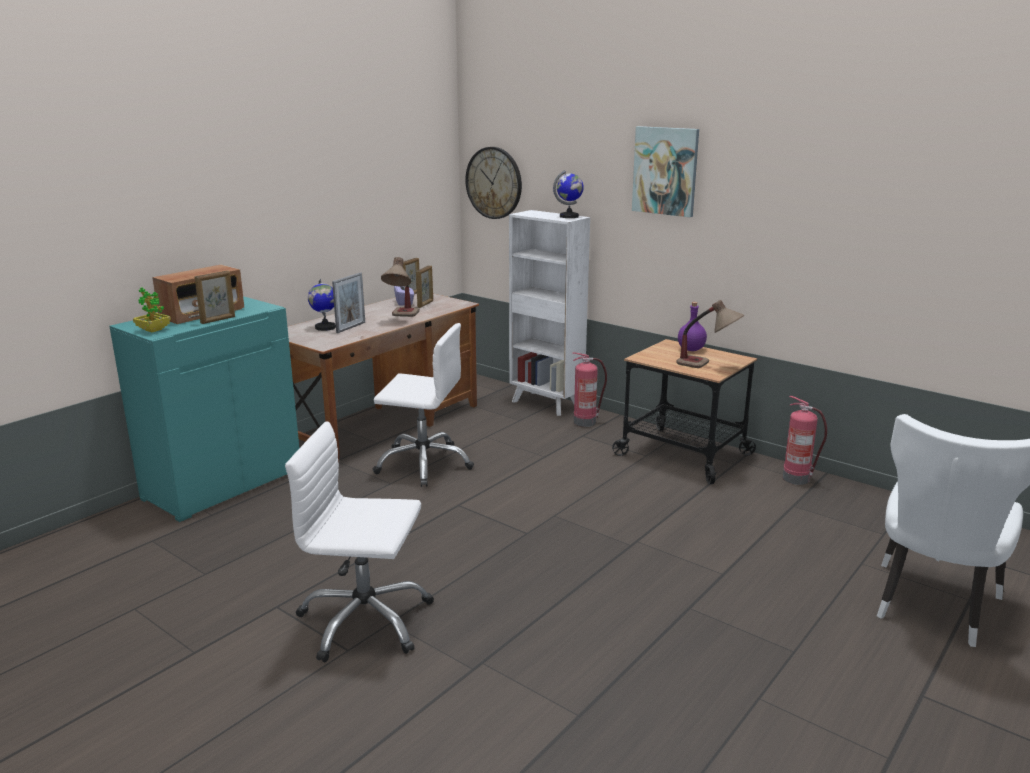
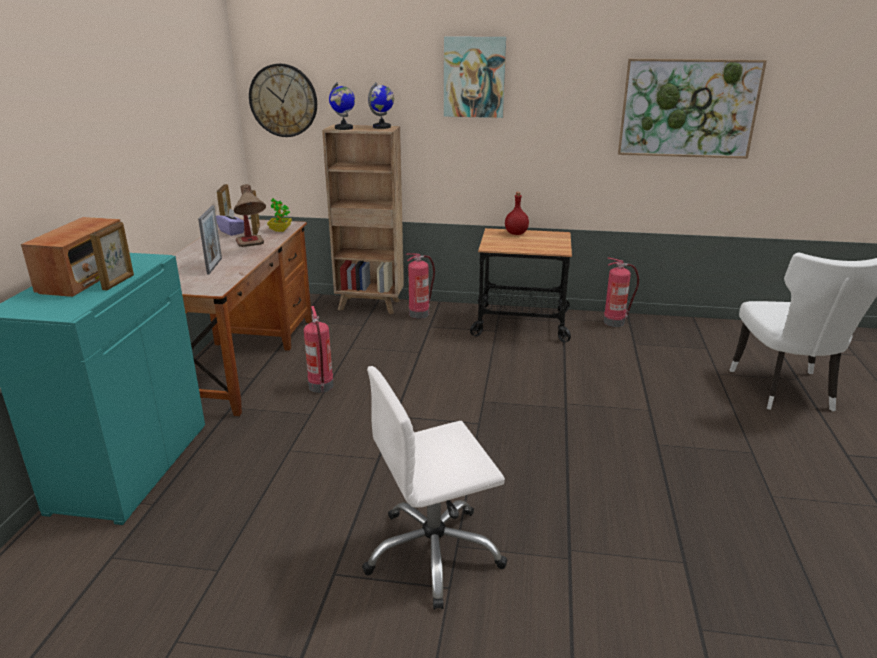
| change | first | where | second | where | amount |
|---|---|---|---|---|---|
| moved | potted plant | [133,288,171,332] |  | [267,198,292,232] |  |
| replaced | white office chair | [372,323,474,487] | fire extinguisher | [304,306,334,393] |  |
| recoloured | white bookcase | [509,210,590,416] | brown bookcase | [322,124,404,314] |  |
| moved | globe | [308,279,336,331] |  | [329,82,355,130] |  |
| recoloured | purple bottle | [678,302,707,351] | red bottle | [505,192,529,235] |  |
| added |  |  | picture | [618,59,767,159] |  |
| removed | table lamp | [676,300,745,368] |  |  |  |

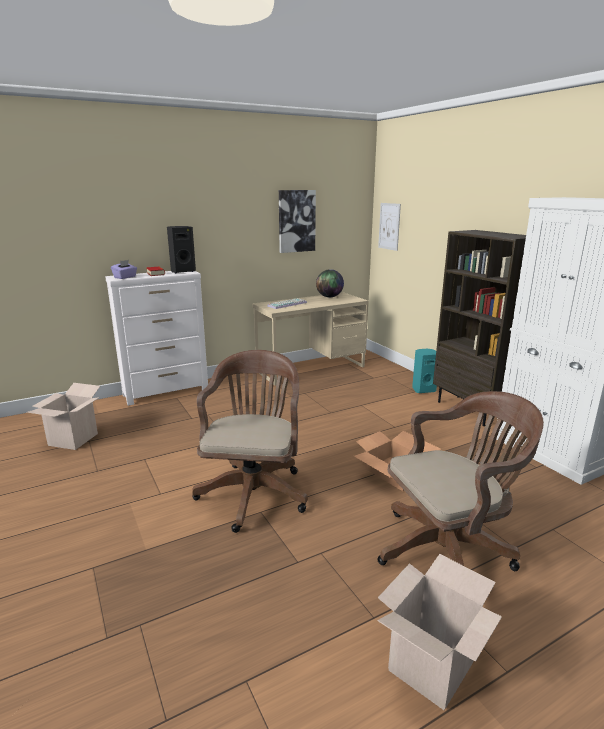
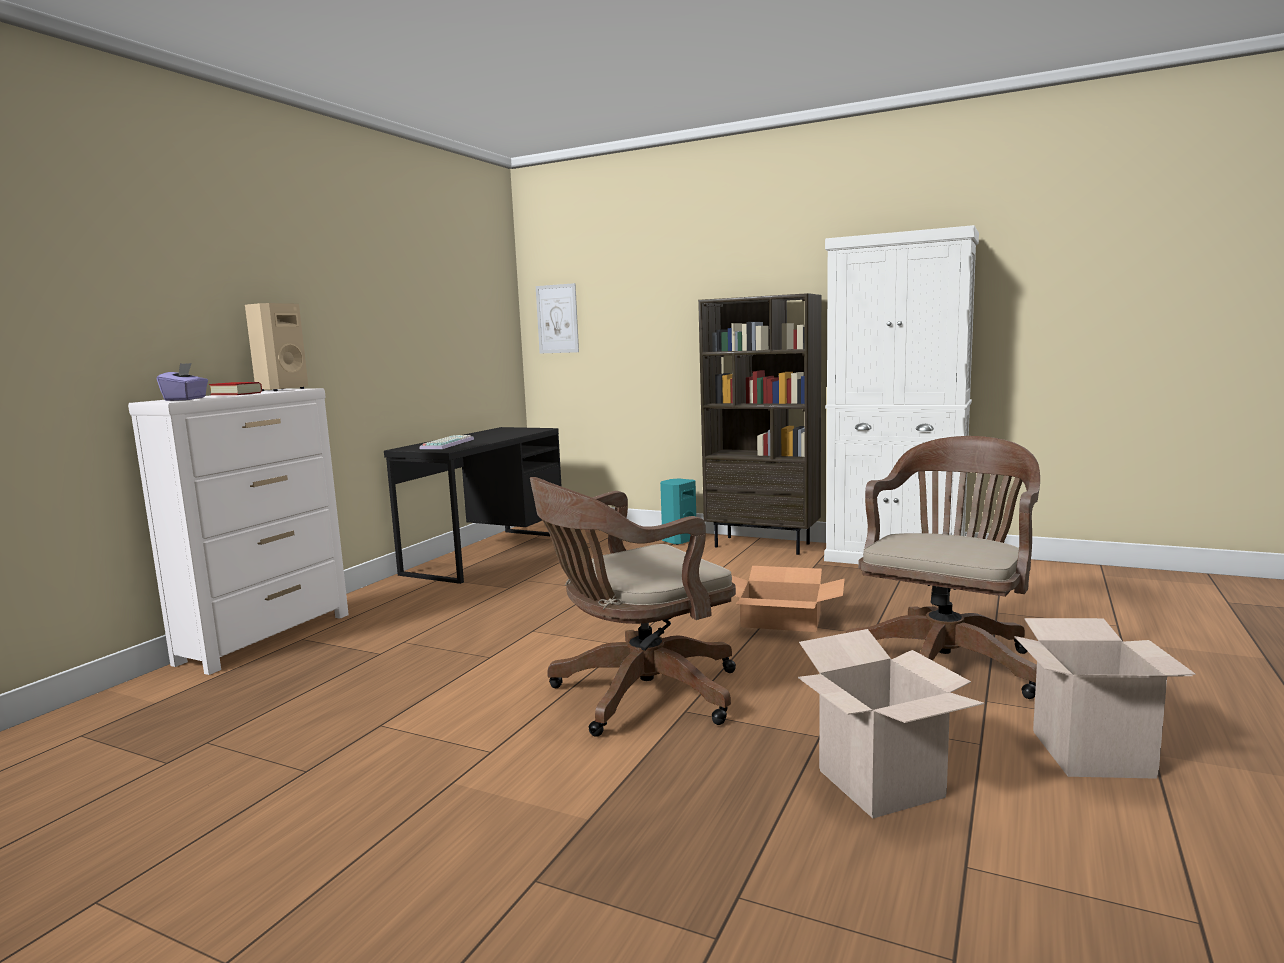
| change | first | where | second | where | amount |
|---|---|---|---|---|---|
| recoloured | black speaker | [167,226,196,273] | beige speaker | [245,303,308,391] |  |
| recoloured | beige desk | [252,293,368,386] | black desk | [384,427,562,584] |  |
| turned | brown office chair | [192,350,308,533] |  | [530,477,736,737] | 90 degrees counterclockwise |
| moved | cardboard box | [27,383,100,450] |  | [798,629,984,818] |  |
| removed | picture | [279,190,316,253] |  |  |  |
| removed | globe | [316,269,344,298] |  |  |  |

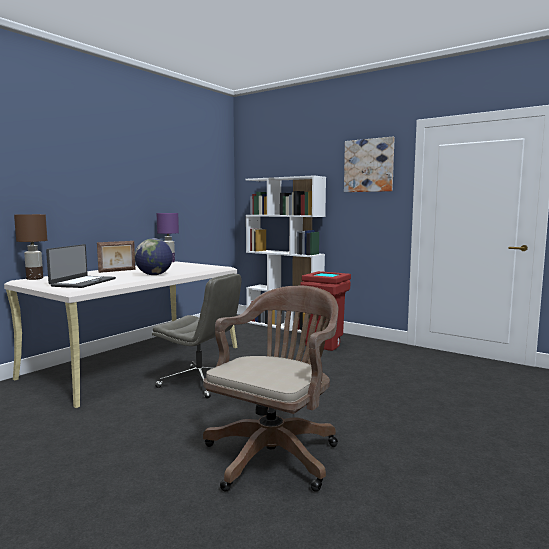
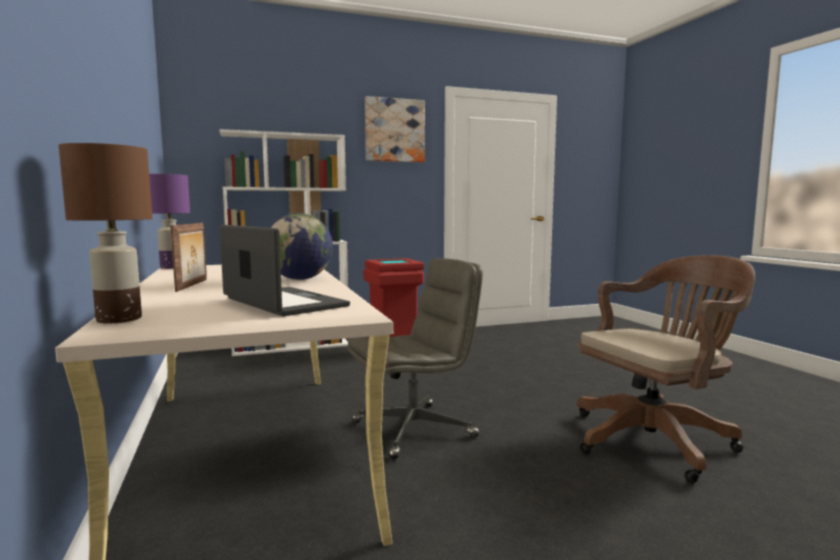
| change | first | where | second | where | amount |
|---|---|---|---|---|---|
| turned | brown office chair | [203,285,338,492] |  | [577,255,755,483] | 90 degrees clockwise |

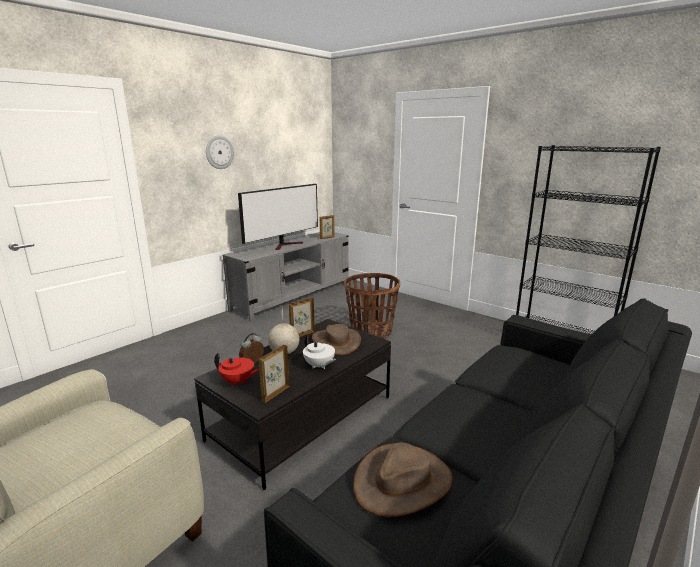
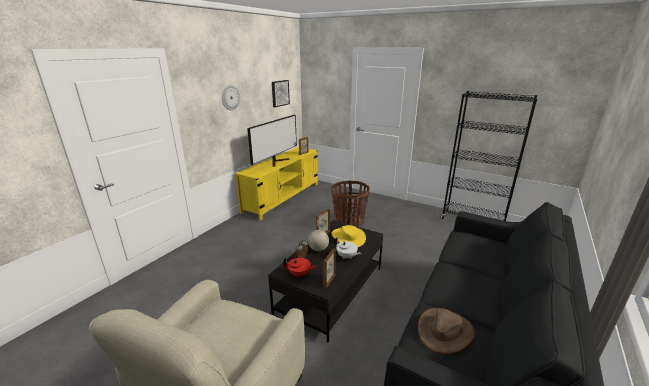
| change | first | where | second | where | amount |
|---|---|---|---|---|---|
| recoloured | grey tv stand | [222,232,348,321] | yellow tv stand | [235,147,318,221] |  |
| added |  |  | picture | [272,80,290,107] |  |
| recoloured | brown hat | [312,324,361,355] | yellow hat | [331,225,366,247] |  |

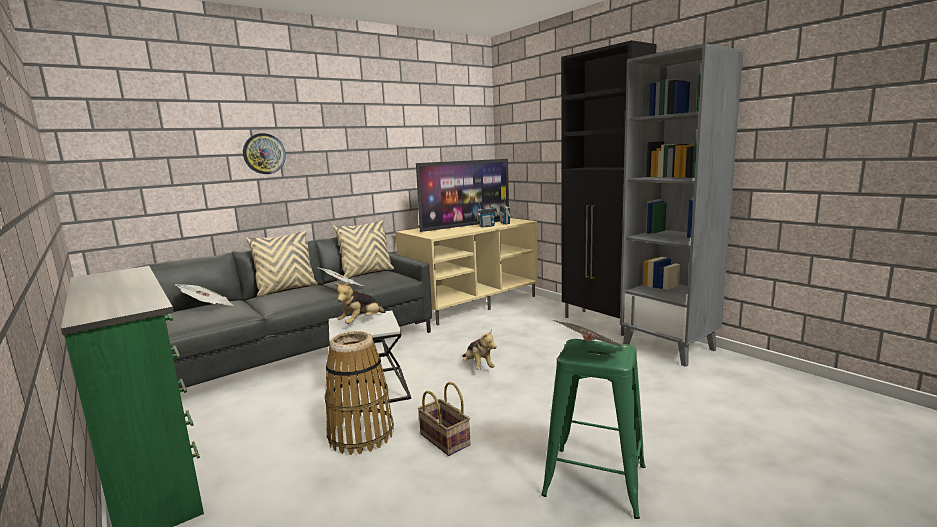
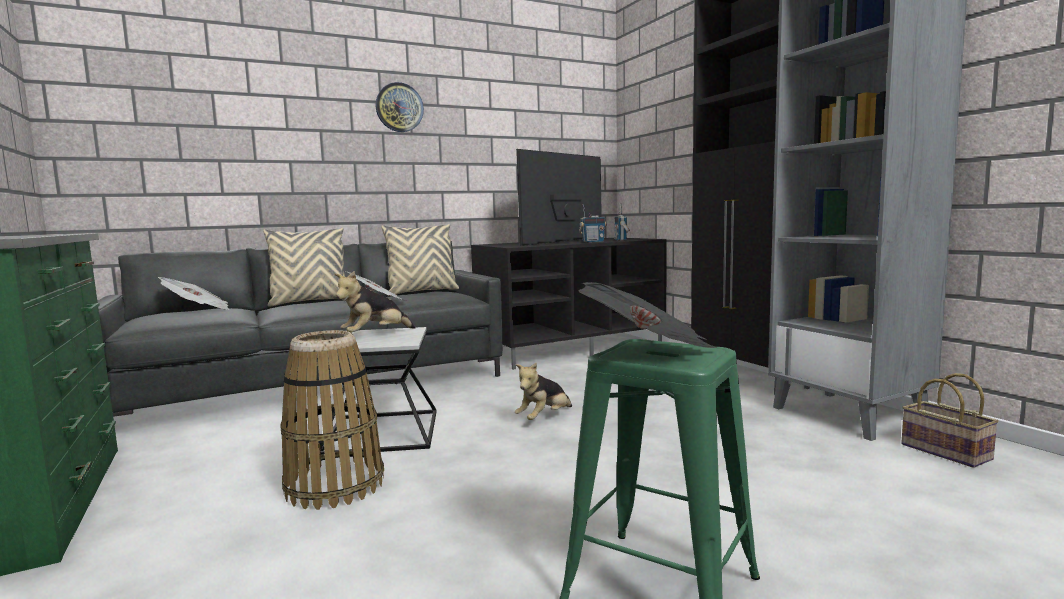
| change | first | where | second | where | amount |
|---|---|---|---|---|---|
| moved | wall clock | [243,133,286,174] |  | [376,82,424,132] |  |
| recoloured | beige tv stand | [395,218,538,326] | black tv stand | [471,238,667,370] |  |
| turned | plush toy | [463,329,497,370] |  | [515,363,572,420] | 60 degrees clockwise |
| turned | television | [416,159,509,232] |  | [516,149,602,246] | 150 degrees clockwise |
| moved | basket | [418,382,470,456] |  | [901,373,999,468] |  |

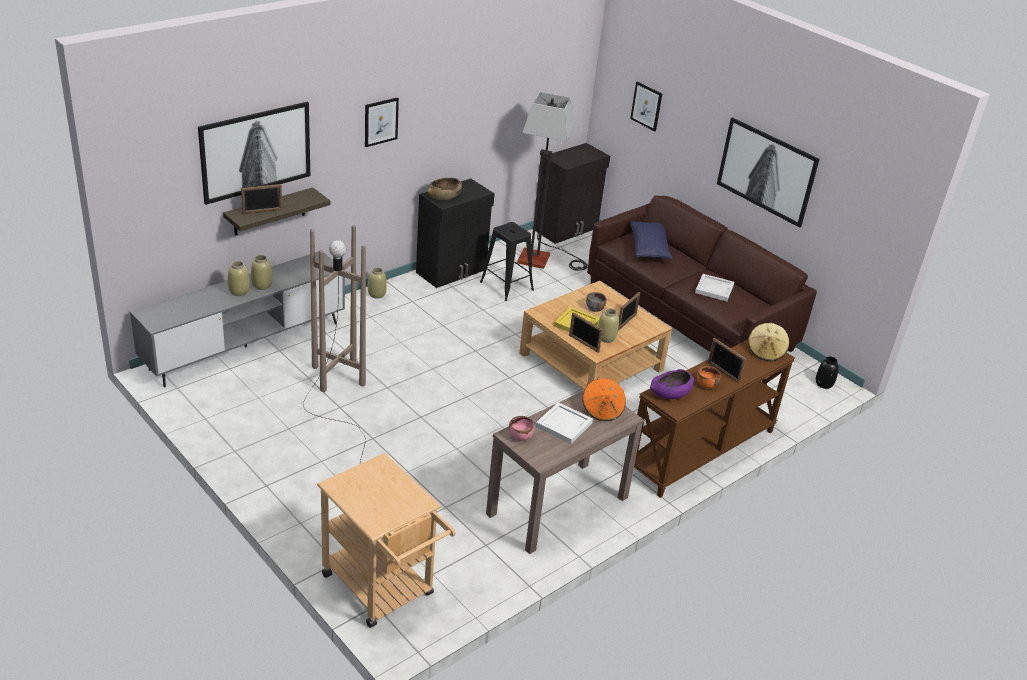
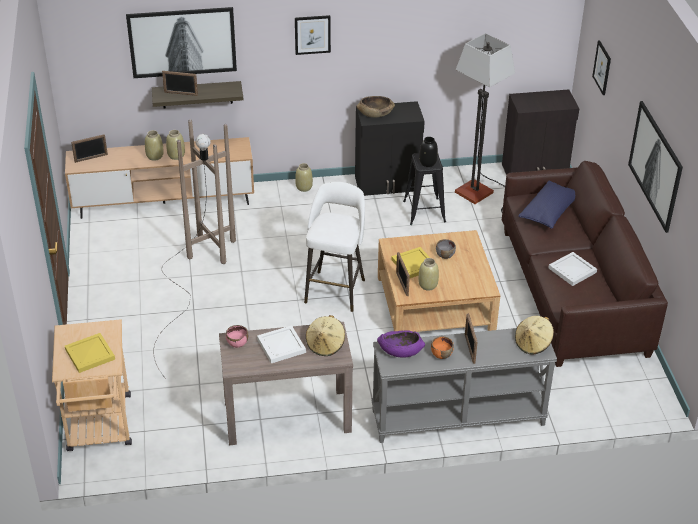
| change | first | where | second | where | amount |
|---|---|---|---|---|---|
| recoloured | grey tv stand | [130,251,345,387] | brown tv stand | [65,137,254,219] |  |
| added |  |  | yellow tray | [65,333,115,373] |  |
| moved | picture frame | [618,292,640,330] |  | [71,134,108,163] |  |
| added |  |  | white stool | [304,182,365,312] |  |
| recoloured | orange hat | [582,377,626,421] | beige hat | [306,315,345,356] |  |
| recoloured | brown console table | [634,340,795,498] | grey console table | [372,328,557,443] |  |
| moved | black vase | [816,356,839,389] |  | [419,137,438,167] |  |

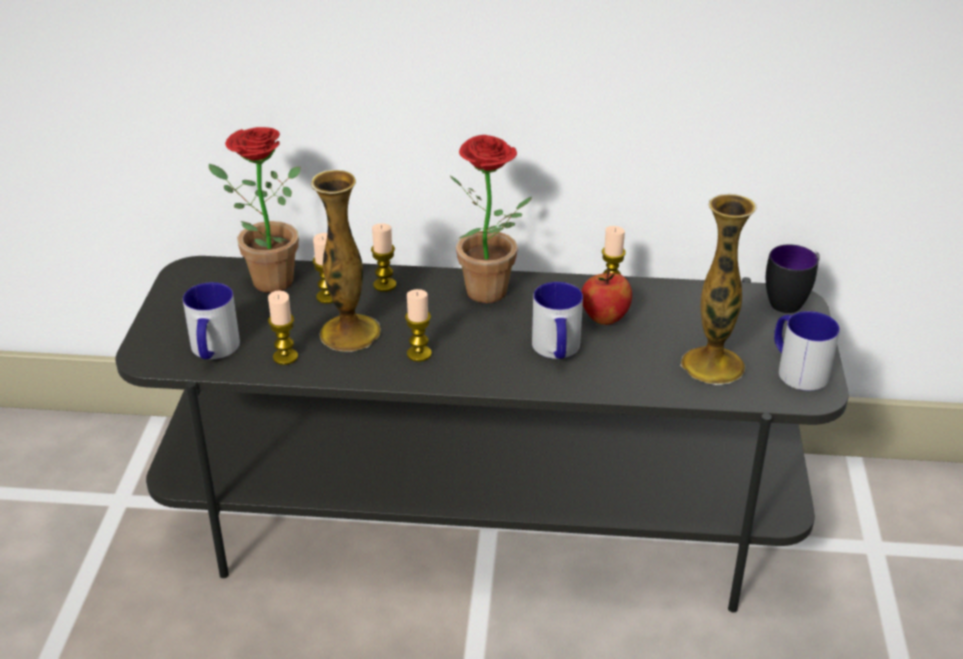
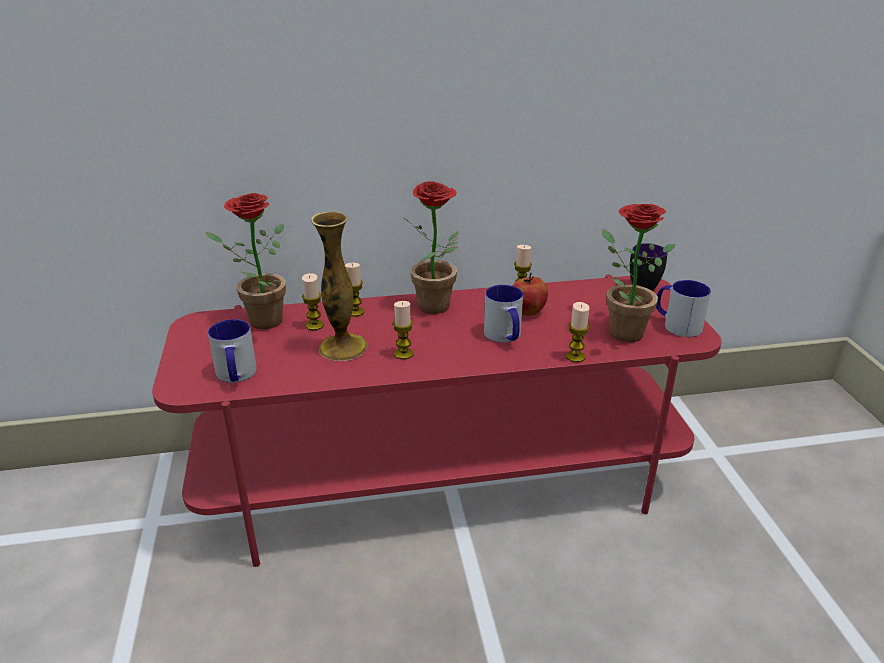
| change | first | where | second | where | amount |
|---|---|---|---|---|---|
| recoloured | grey tv stand | [115,256,849,613] | red tv stand | [152,275,722,567] |  |
| moved | candle | [268,290,298,365] |  | [566,302,590,362] |  |
| replaced | vase | [680,194,757,385] | potted plant | [602,204,676,342] |  |

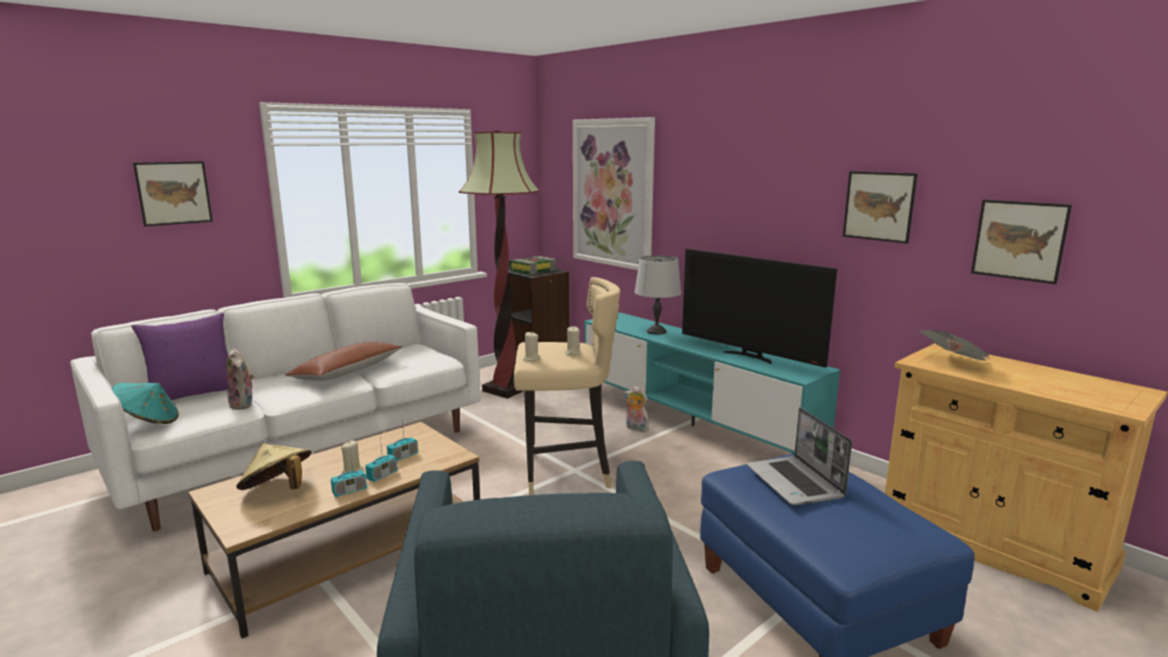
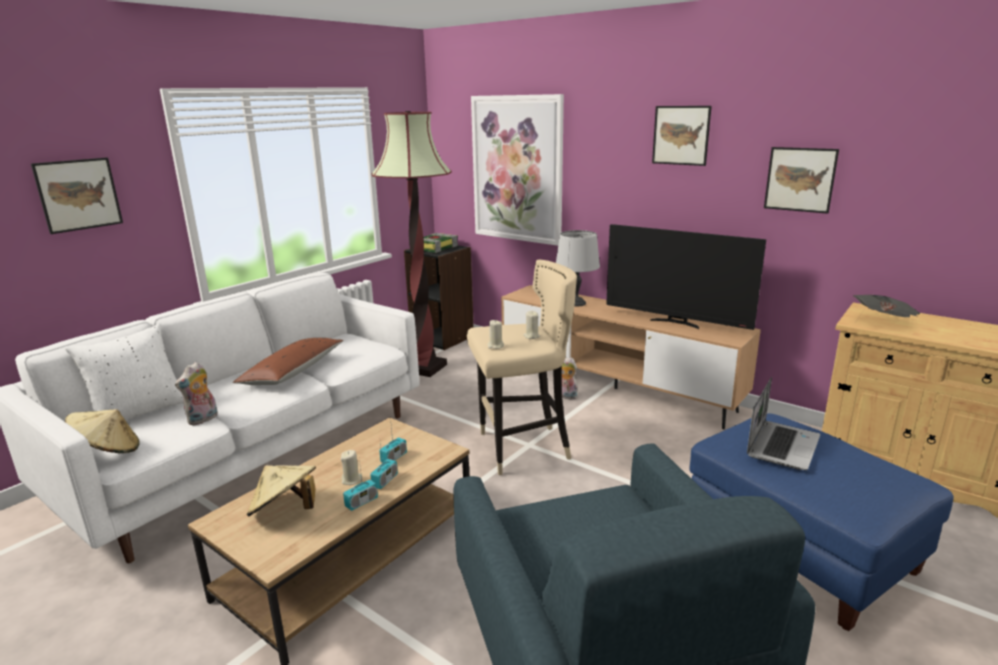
| change | first | where | second | where | amount |
|---|---|---|---|---|---|
| recoloured | turquoise hat | [111,383,179,424] | beige hat | [64,409,140,454] |  |
| recoloured | purple pillow | [131,313,228,400] | white pillow | [65,323,184,421] |  |
| turned | plush toy | [227,348,254,410] |  | [175,362,218,426] | 75 degrees clockwise |
| recoloured | turquoise tv stand | [584,312,840,454] | brown tv stand | [501,285,761,429] |  |
| moved | picture | [971,200,1072,284] |  | [652,106,712,166] |  |
| turned | laptop | [746,407,852,505] |  | [747,377,820,470] | 120 degrees counterclockwise |

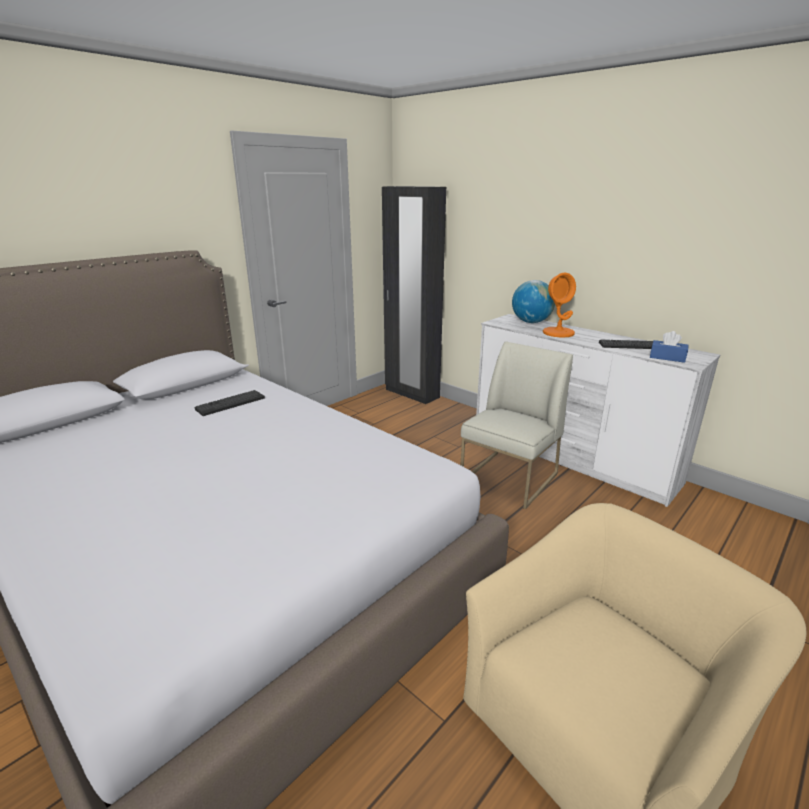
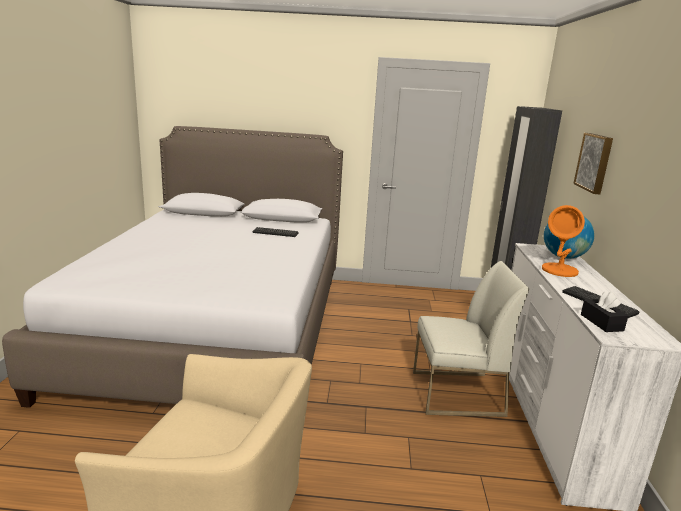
| change | first | where | second | where | amount |
|---|---|---|---|---|---|
| added |  |  | picture | [573,133,613,194] |  |
| recoloured | blue tissue box | [650,331,688,363] | black tissue box | [581,292,628,332] |  |

